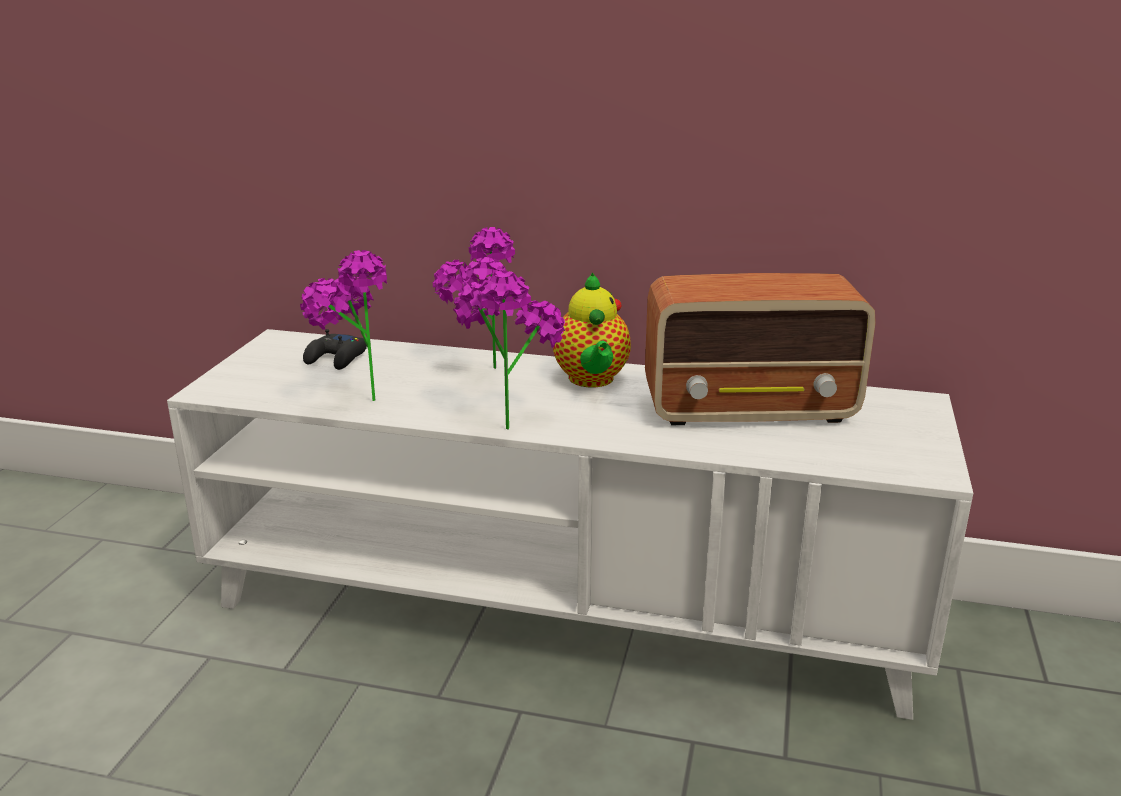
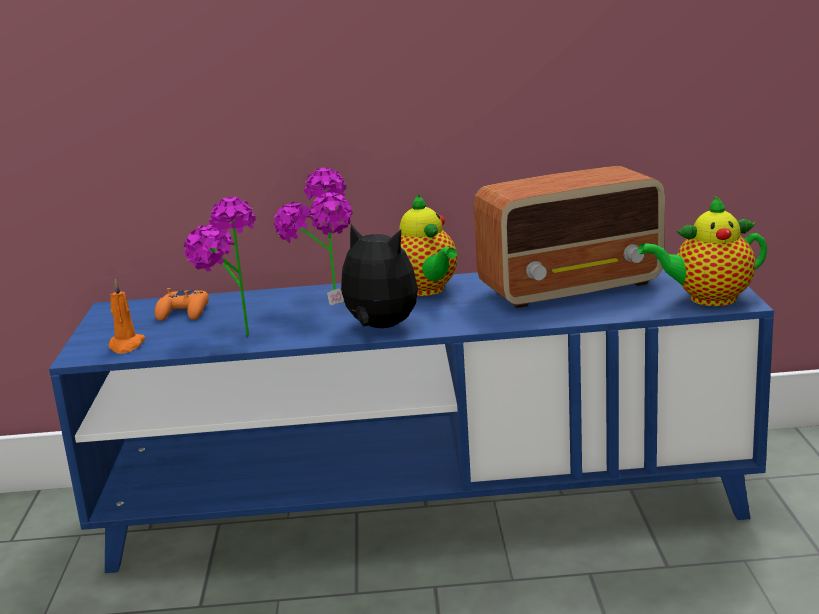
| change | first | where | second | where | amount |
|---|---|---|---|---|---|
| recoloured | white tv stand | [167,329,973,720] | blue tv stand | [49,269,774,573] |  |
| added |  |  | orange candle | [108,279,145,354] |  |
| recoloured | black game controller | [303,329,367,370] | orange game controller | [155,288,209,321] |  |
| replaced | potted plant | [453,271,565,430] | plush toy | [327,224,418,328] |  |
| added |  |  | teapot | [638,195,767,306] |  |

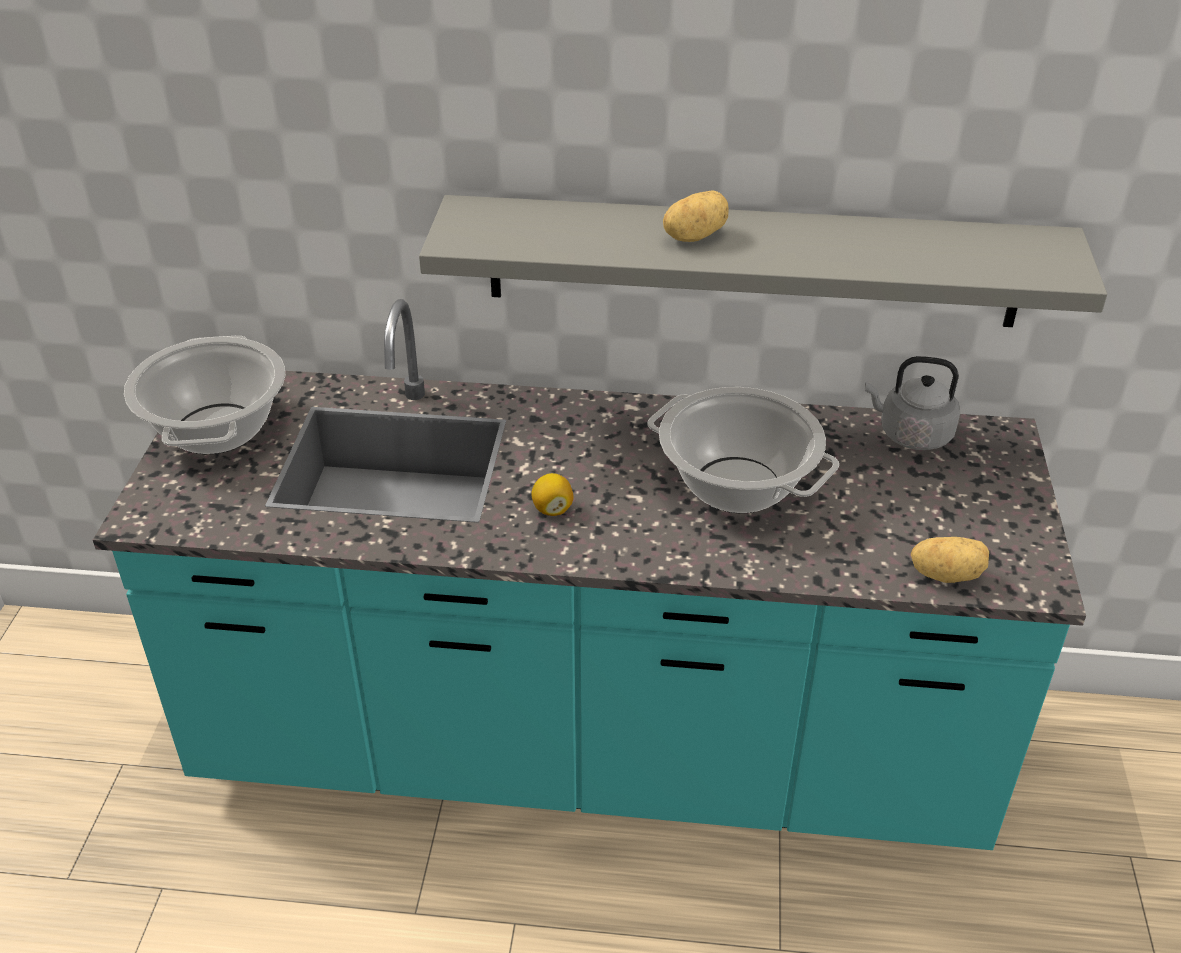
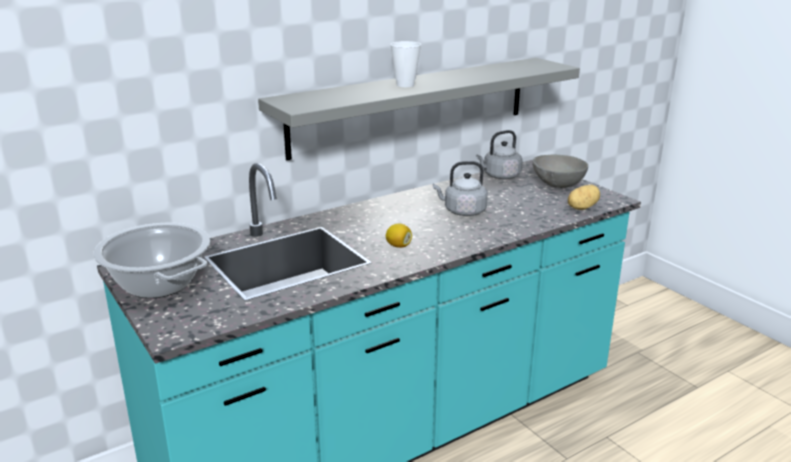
| change | first | where | second | where | amount |
|---|---|---|---|---|---|
| replaced | potato | [663,190,728,242] | cup | [390,41,421,87] |  |
| replaced | cooking pot | [647,387,839,513] | grey kettle | [433,161,488,216] |  |
| added |  |  | grey bowl | [533,155,588,188] |  |

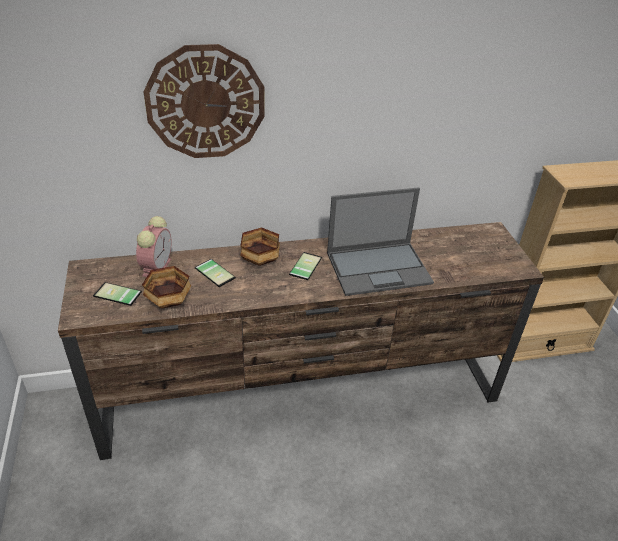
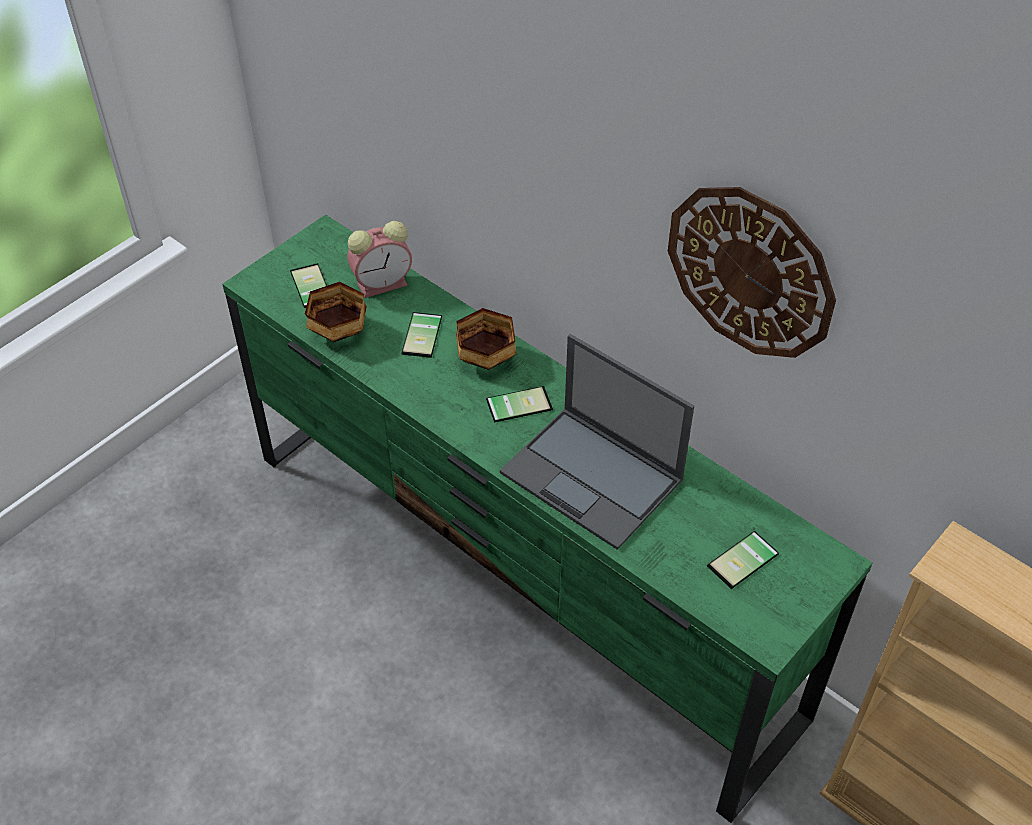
| change | first | where | second | where | amount |
|---|---|---|---|---|---|
| recoloured | brown tv stand | [58,222,544,460] | green tv stand | [222,215,872,823] |  |
| moved | wall clock | [144,44,265,158] |  | [668,187,836,358] |  |
| added |  |  | phone | [707,531,779,589] |  |

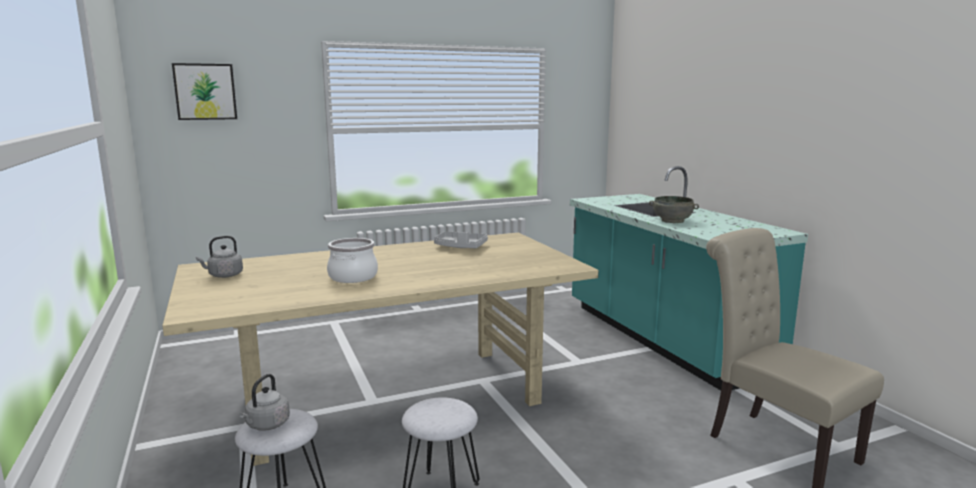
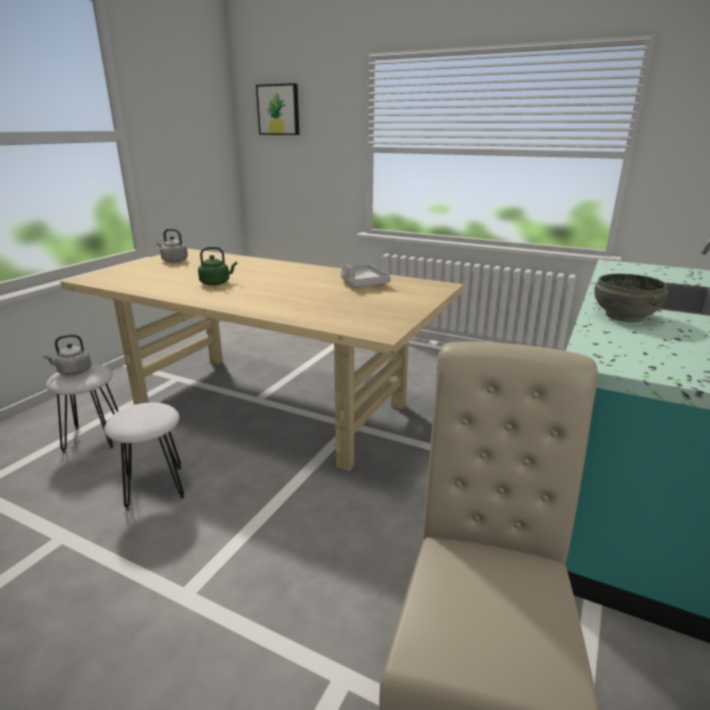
| change | first | where | second | where | amount |
|---|---|---|---|---|---|
| replaced | cooking pot | [327,238,378,283] | green kettle | [198,247,237,285] |  |

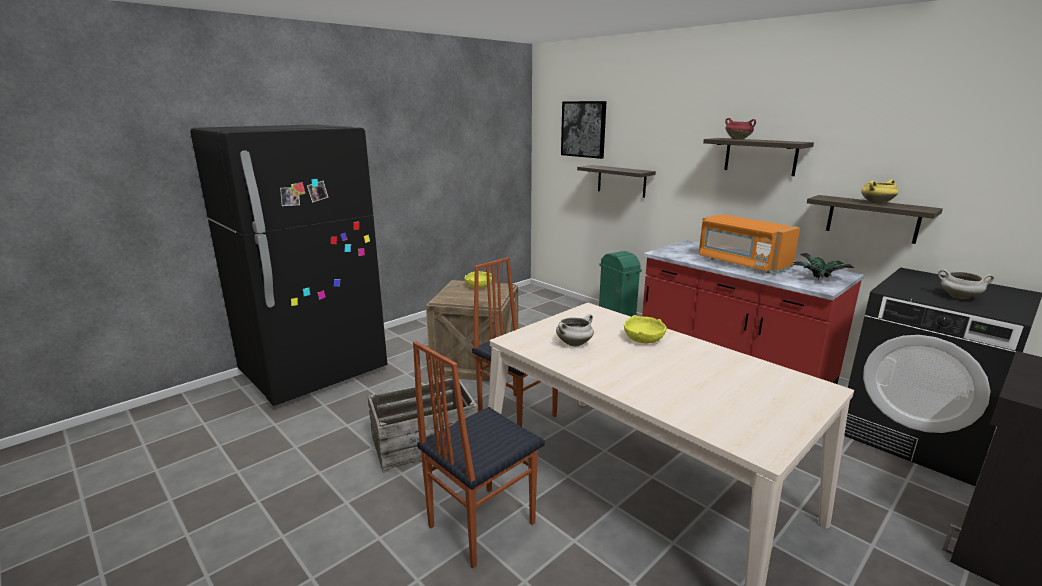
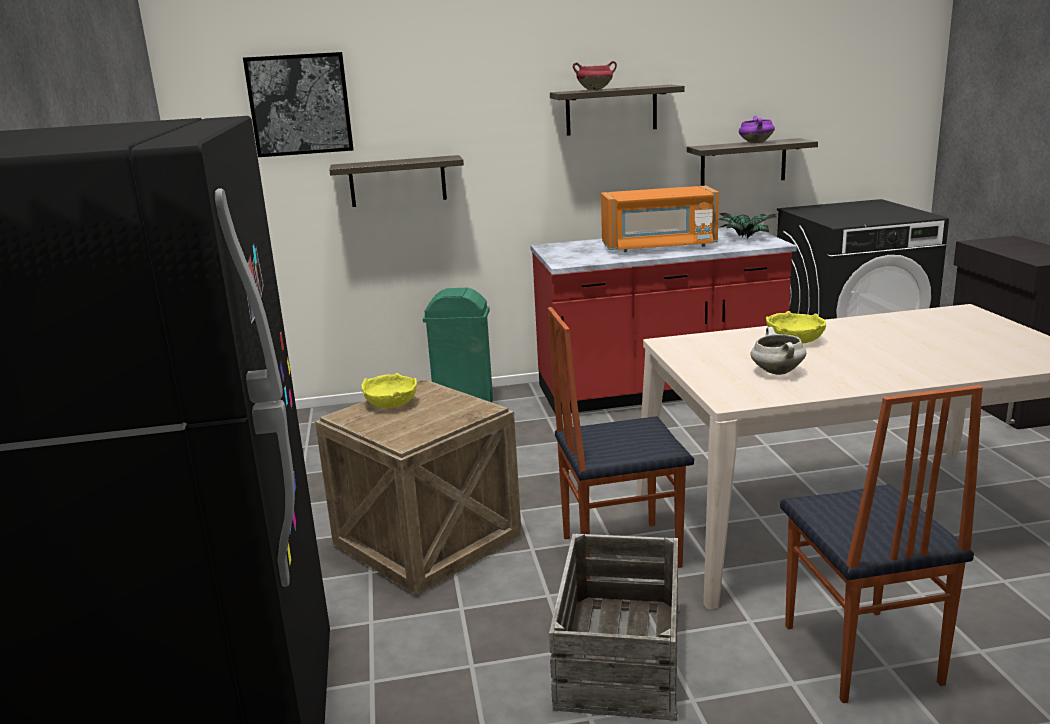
| change | first | where | second | where | amount |
|---|---|---|---|---|---|
| recoloured | yellow cooking pot | [861,179,899,204] | purple cooking pot | [739,116,775,143] |  |
| removed | white cooking pot | [938,269,994,299] |  |  |  |

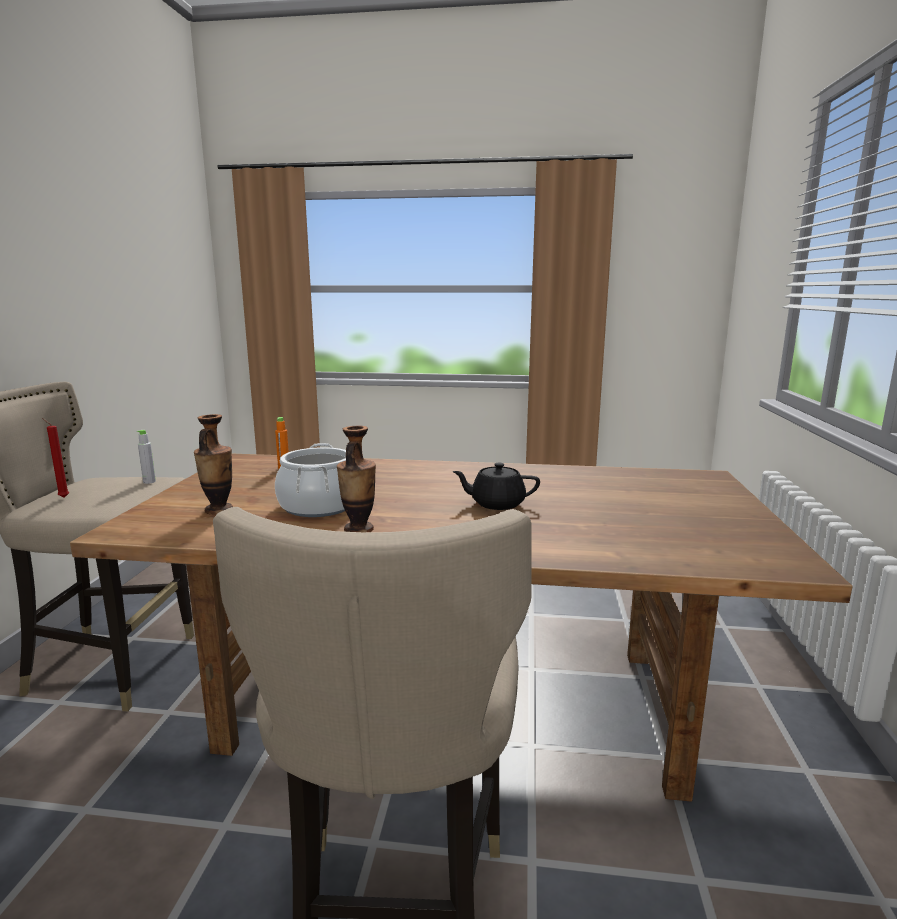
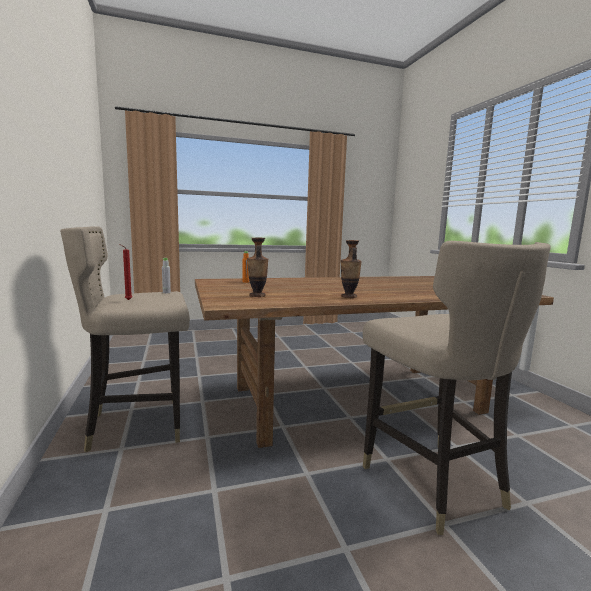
| change | first | where | second | where | amount |
|---|---|---|---|---|---|
| removed | cooking pot | [275,443,346,517] |  |  |  |
| removed | black teapot | [452,463,540,510] |  |  |  |

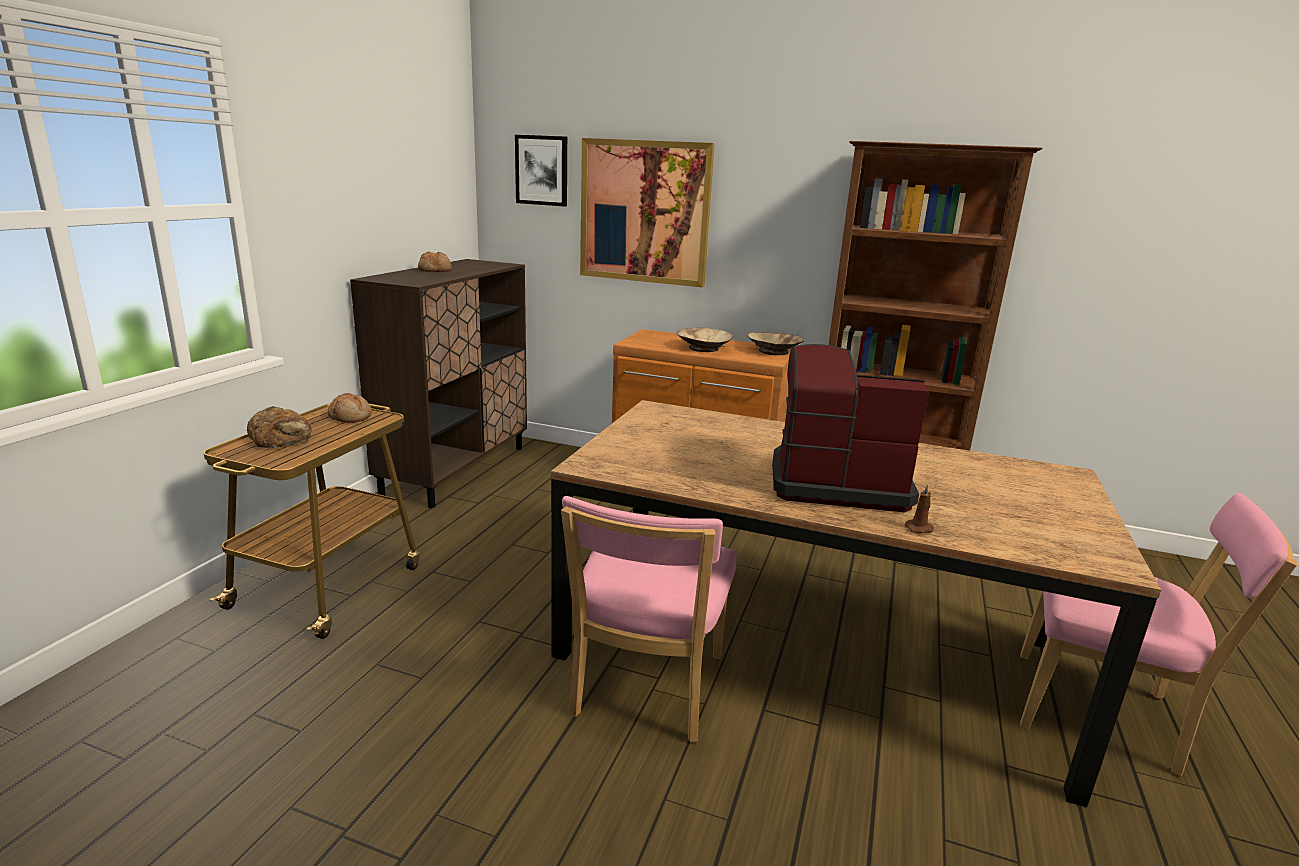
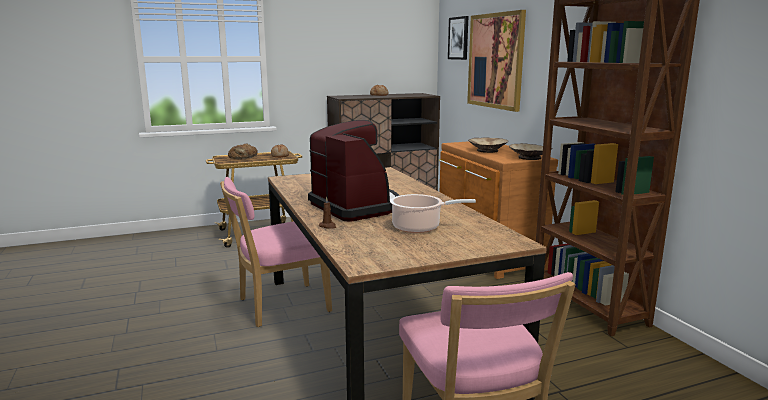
| change | first | where | second | where | amount |
|---|---|---|---|---|---|
| added |  |  | cooking pot | [390,194,476,233] |  |

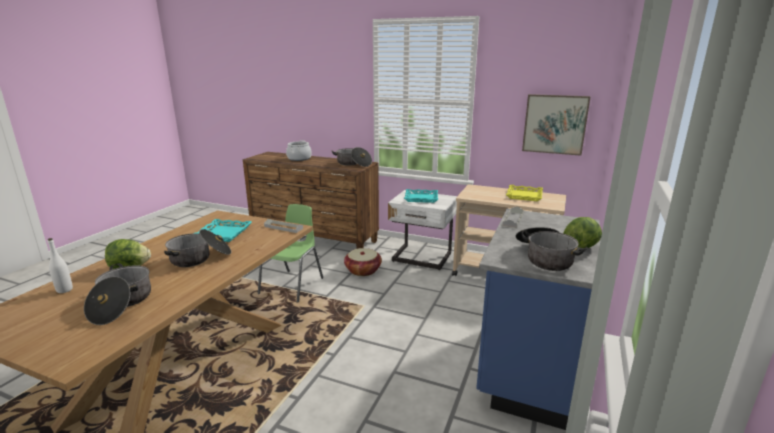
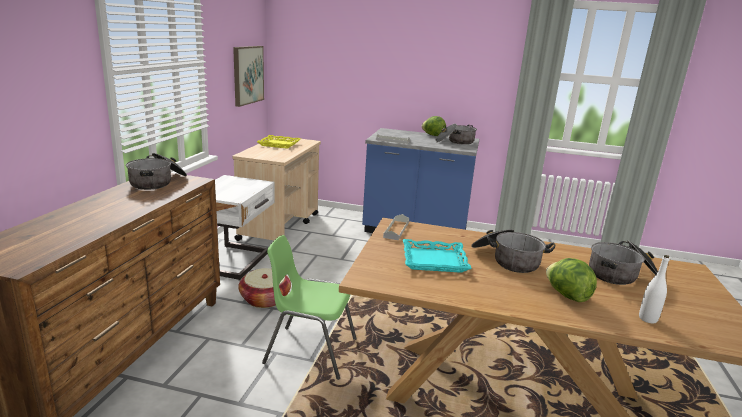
| change | first | where | second | where | amount |
|---|---|---|---|---|---|
| removed | cooking pot | [286,140,312,161] |  |  |  |
| removed | turquoise tray | [404,189,438,203] |  |  |  |

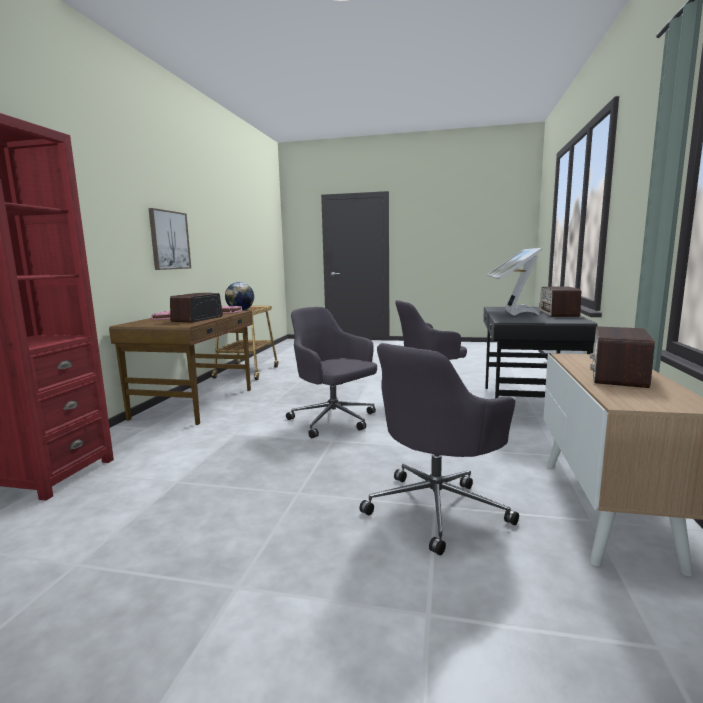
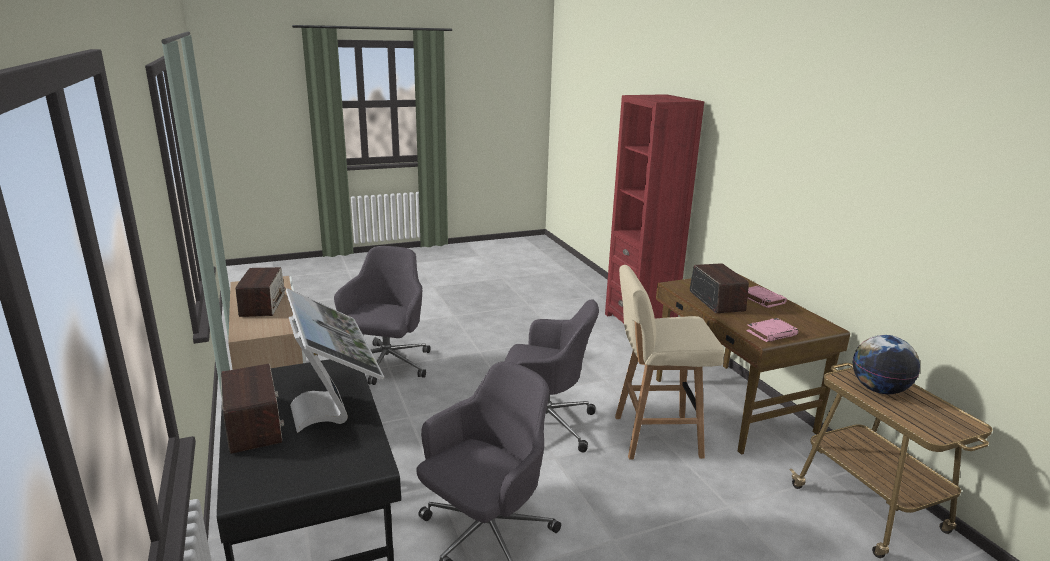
| change | first | where | second | where | amount |
|---|---|---|---|---|---|
| added |  |  | beige stool | [615,265,724,459] |  |
| removed | picture | [149,208,191,270] |  |  |  |

